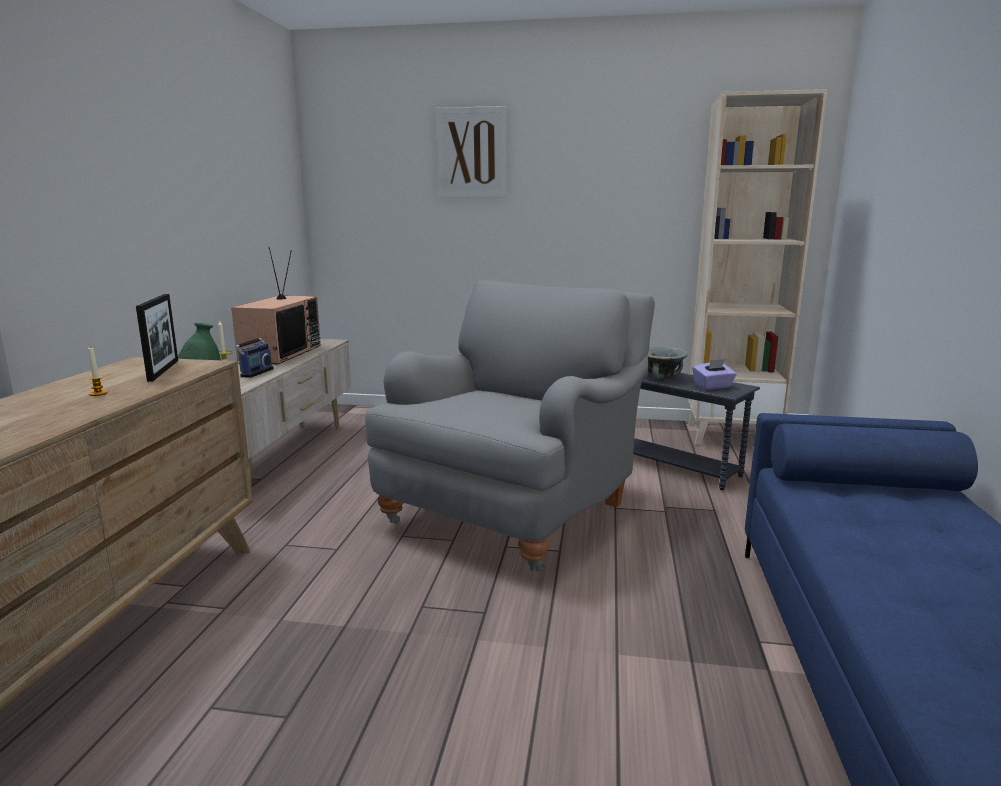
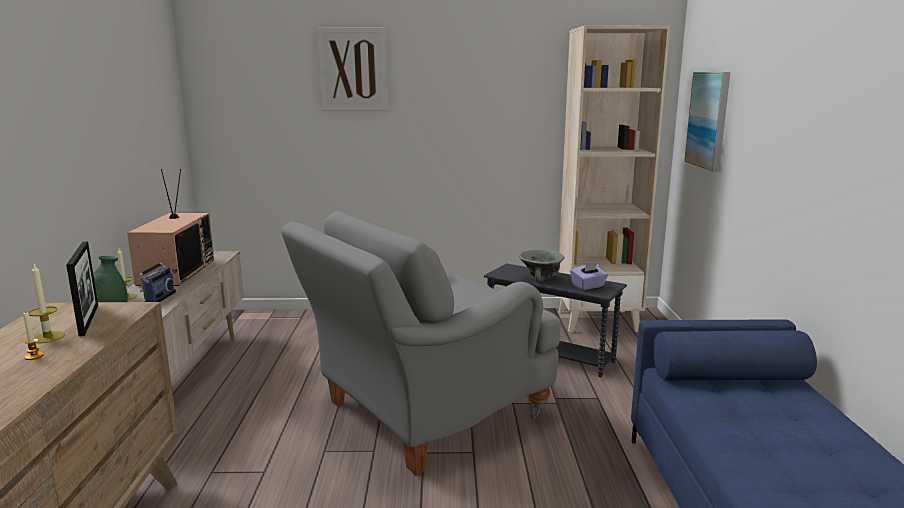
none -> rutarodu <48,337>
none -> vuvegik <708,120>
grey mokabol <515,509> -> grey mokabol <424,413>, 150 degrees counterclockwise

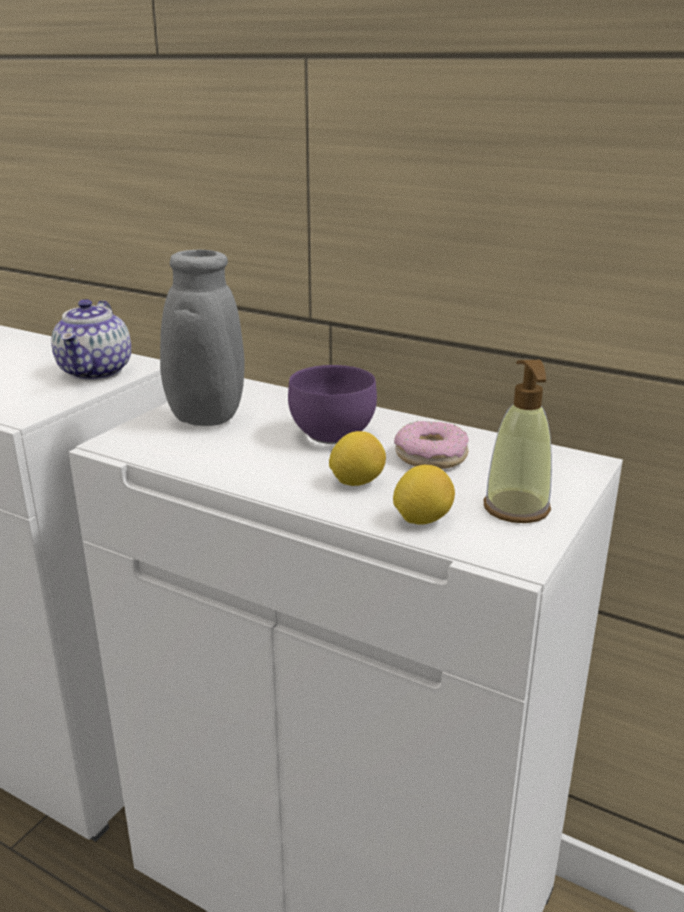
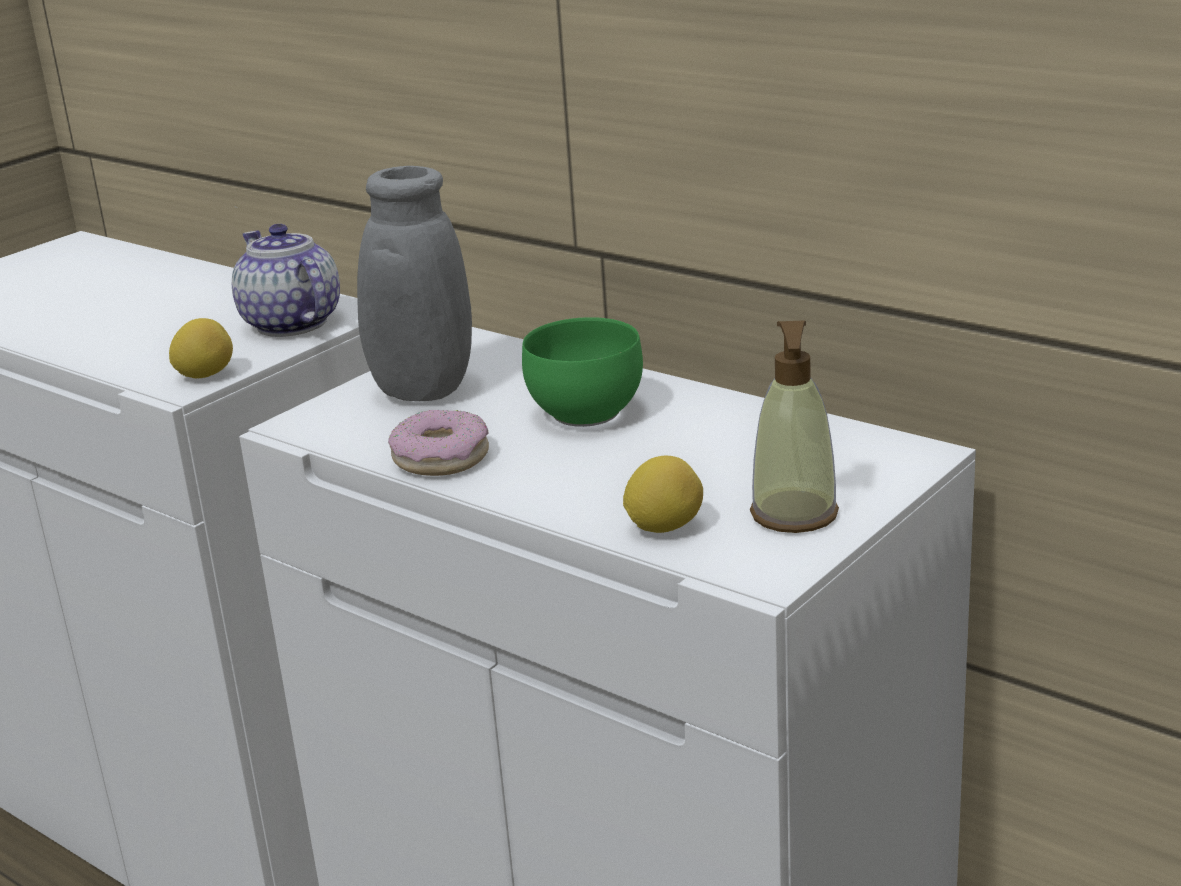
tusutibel <357,482> -> tusutibel <205,375>, relocated
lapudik <431,456> -> lapudik <441,458>, relocated
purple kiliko <331,433> -> green kiliko <585,411>
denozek <96,372> -> denozek <290,324>, 135 degrees clockwise

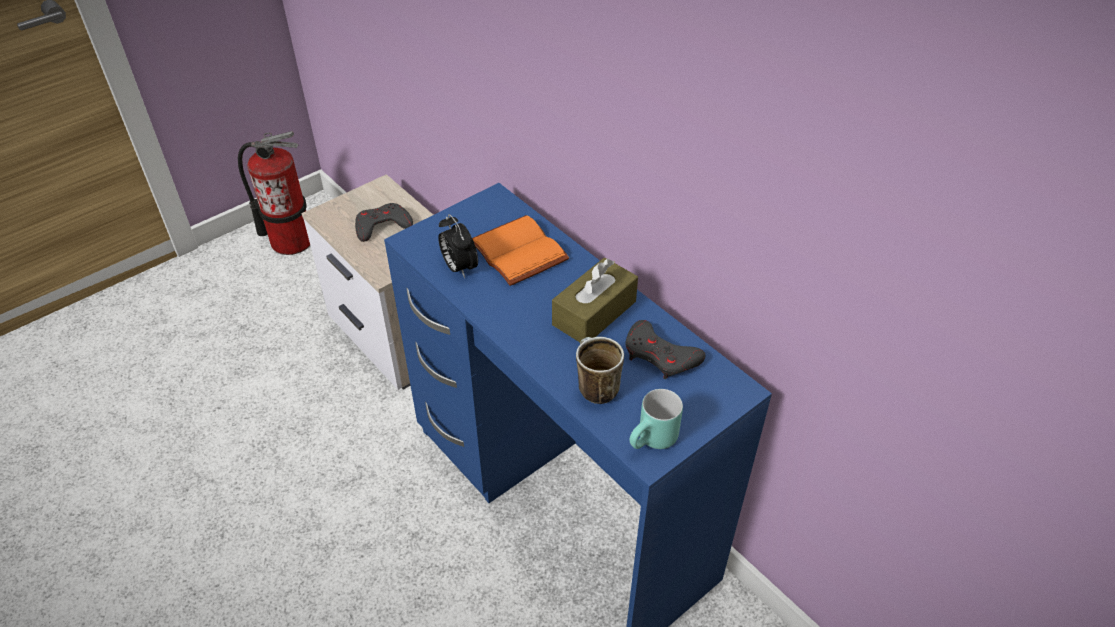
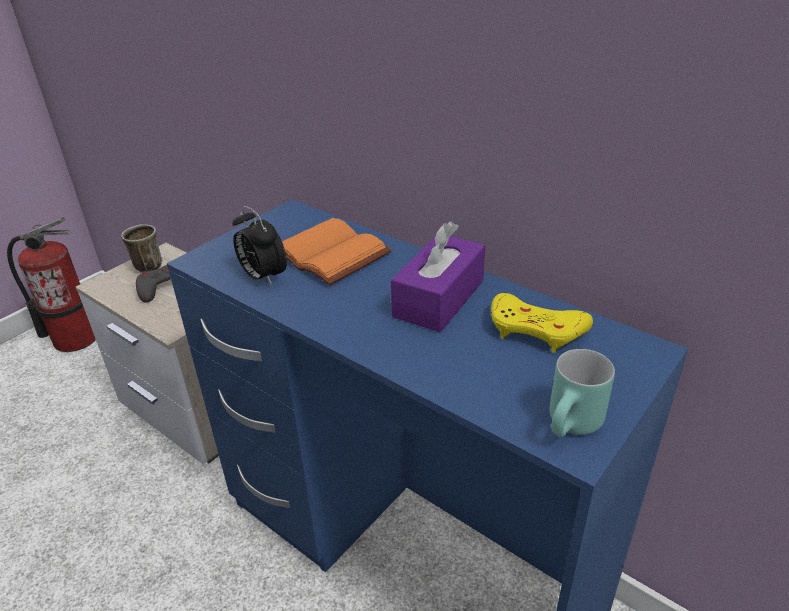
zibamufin <593,387> -> zibamufin <146,265>, relocated
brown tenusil <594,313> -> purple tenusil <439,298>
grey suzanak <660,355> -> yellow suzanak <536,329>

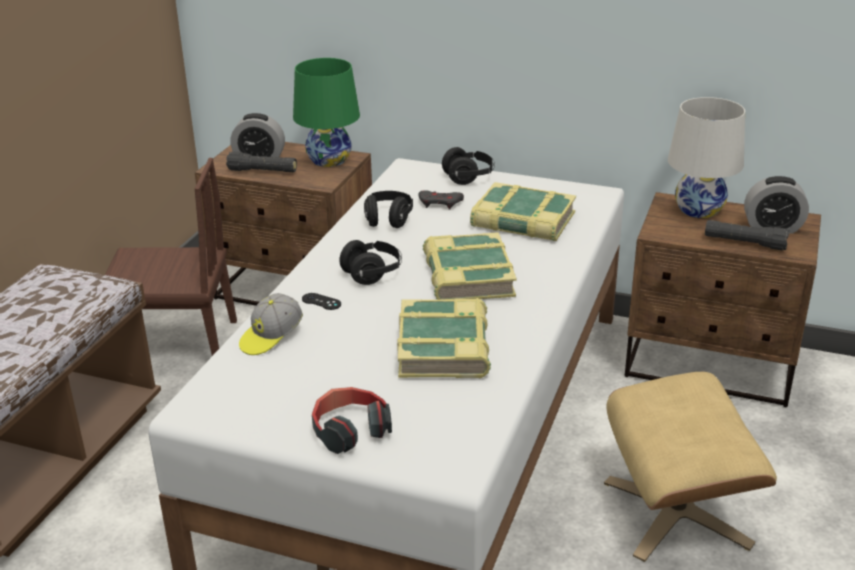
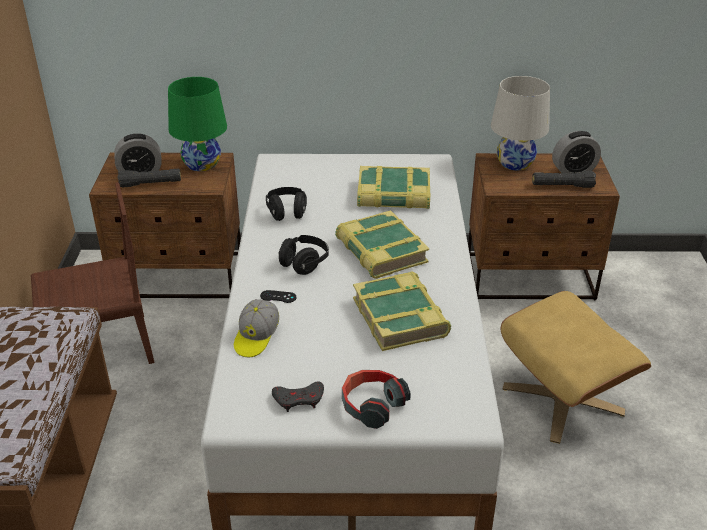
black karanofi <469,177> -> none
grey suzanak <440,203> -> grey suzanak <299,399>, relocated

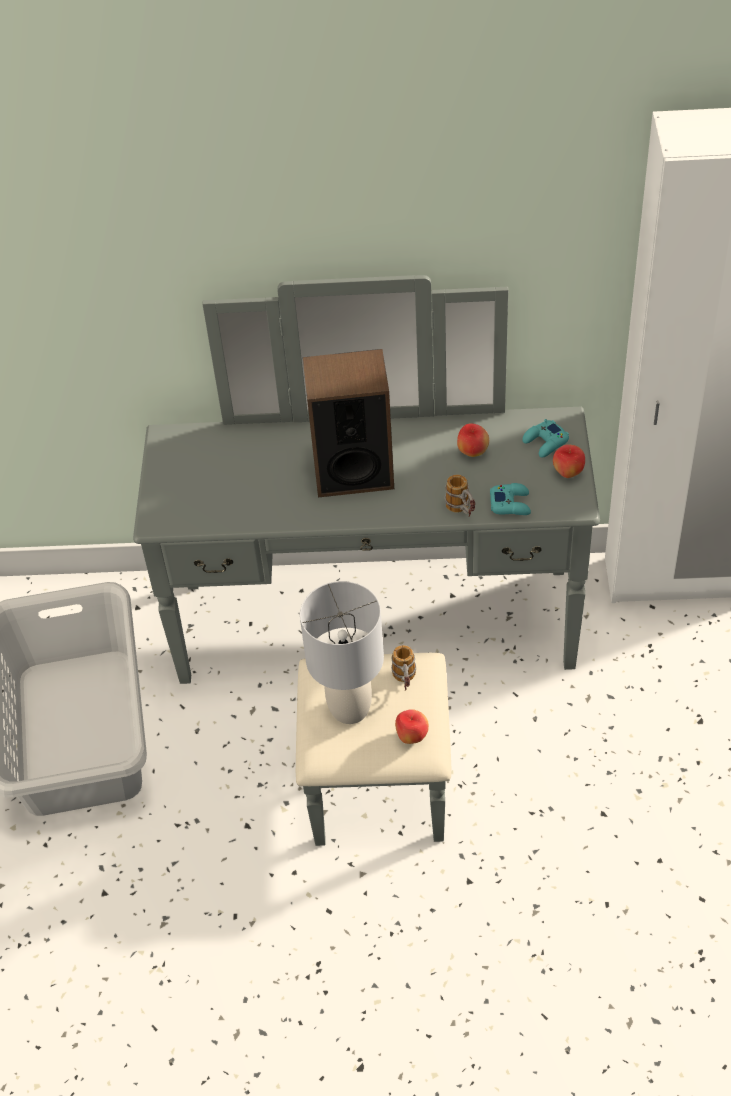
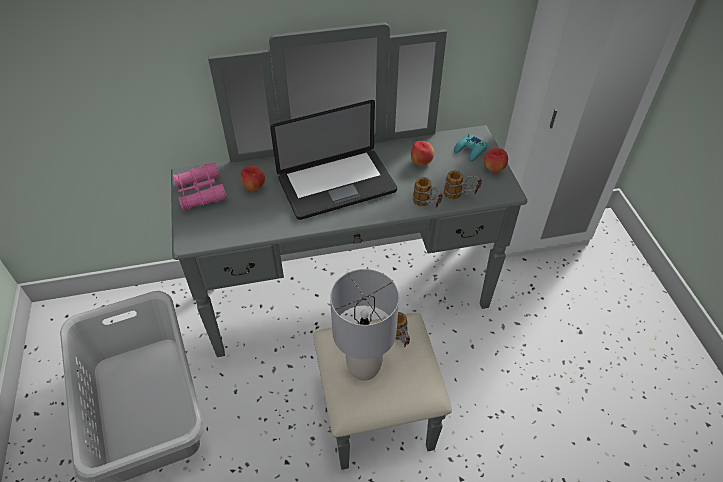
none -> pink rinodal <200,192>
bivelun <412,737> -> bivelun <254,188>, relocated
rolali <353,471> -> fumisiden <337,185>
turquoise suzanak <510,503> -> zibamufin <460,195>

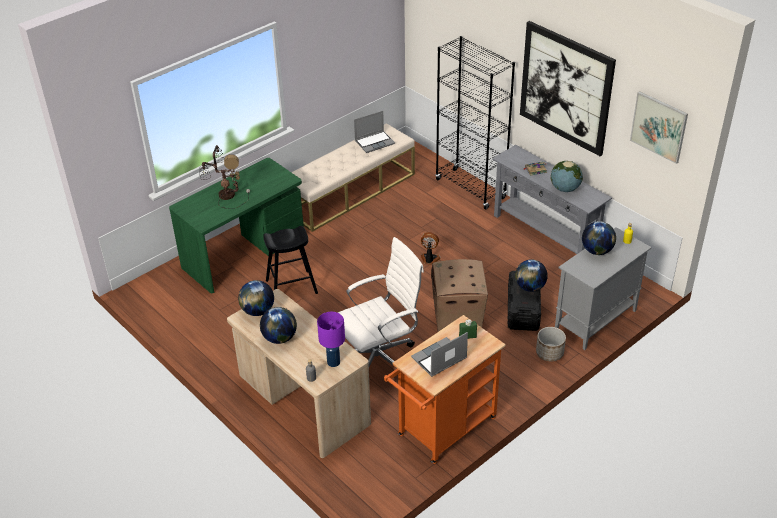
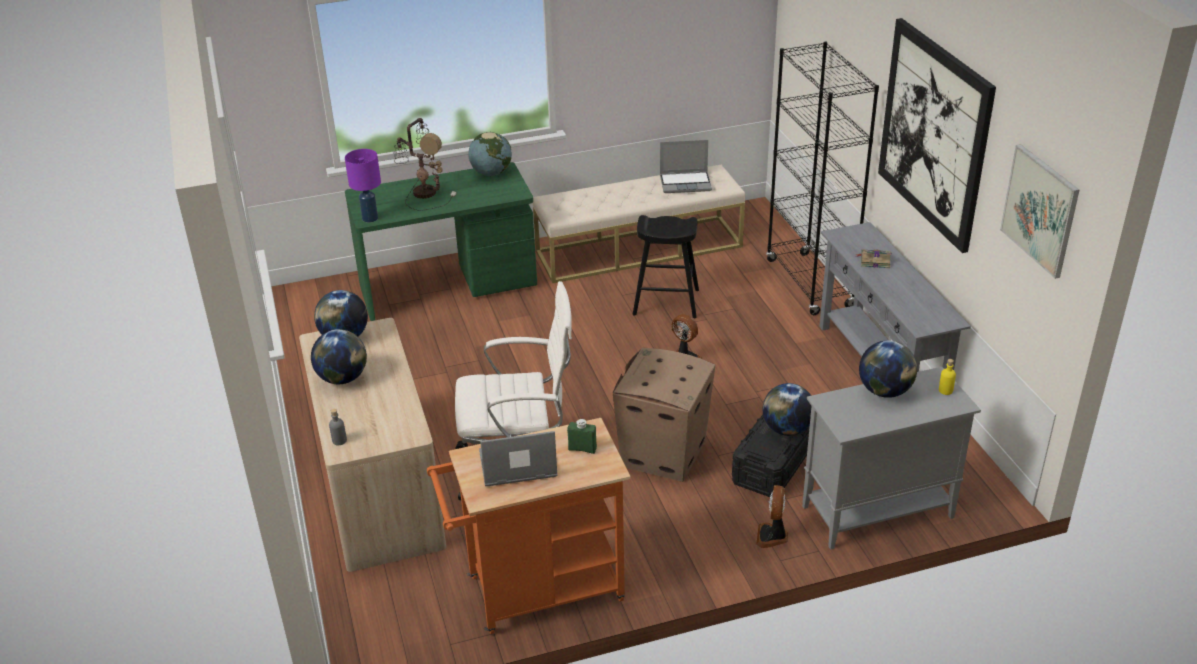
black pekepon <291,287> -> black pekepon <666,302>, relocated
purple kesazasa <334,362> -> purple kesazasa <370,218>, relocated
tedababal <565,189> -> tedababal <491,173>, relocated
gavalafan <550,353> -> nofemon <772,536>

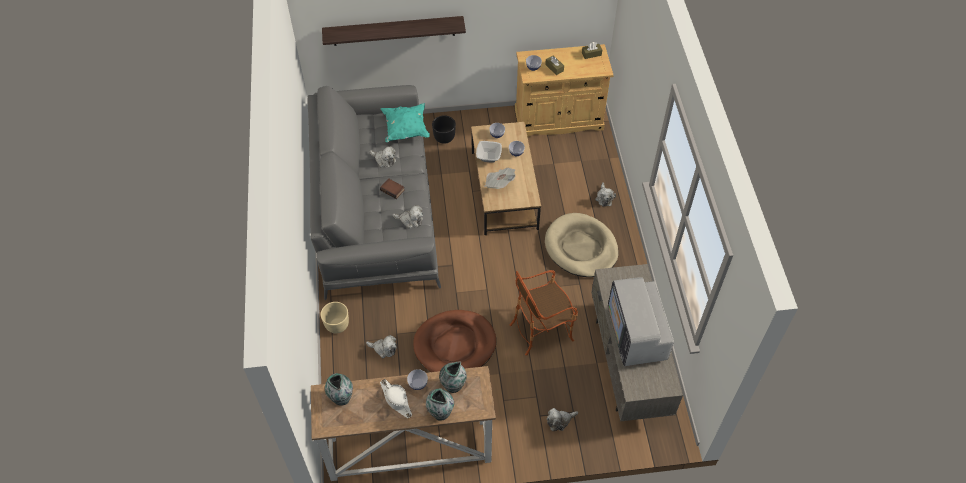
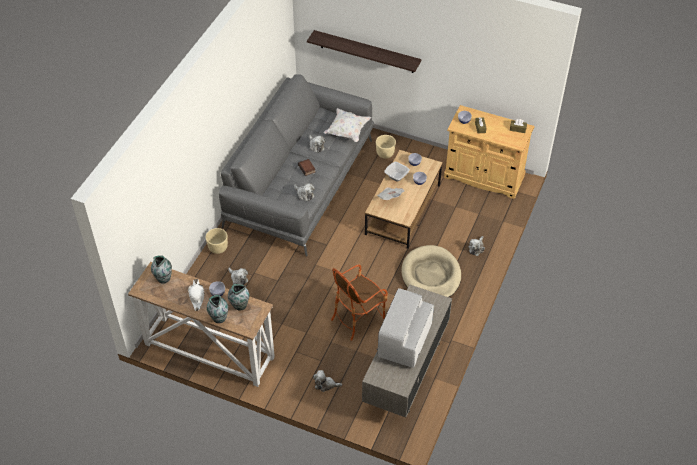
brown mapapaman <455,345> -> none
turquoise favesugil <406,129> -> white favesugil <347,131>
black gavalafan <444,138> -> beige gavalafan <385,154>
mokabol <541,330> -> mokabol <358,318>, 45 degrees counterclockwise

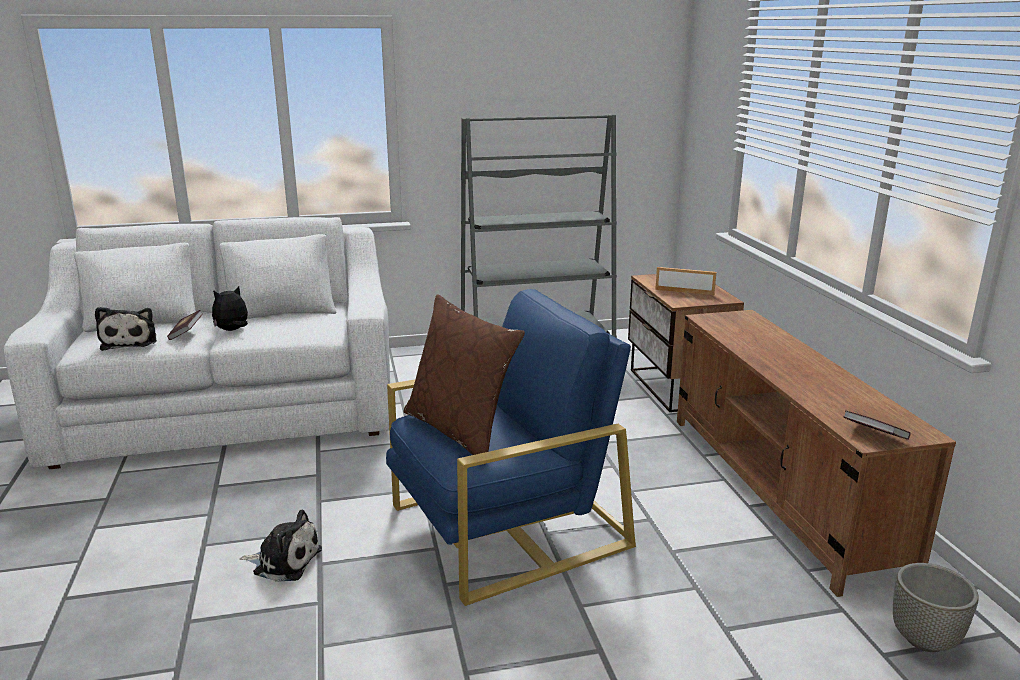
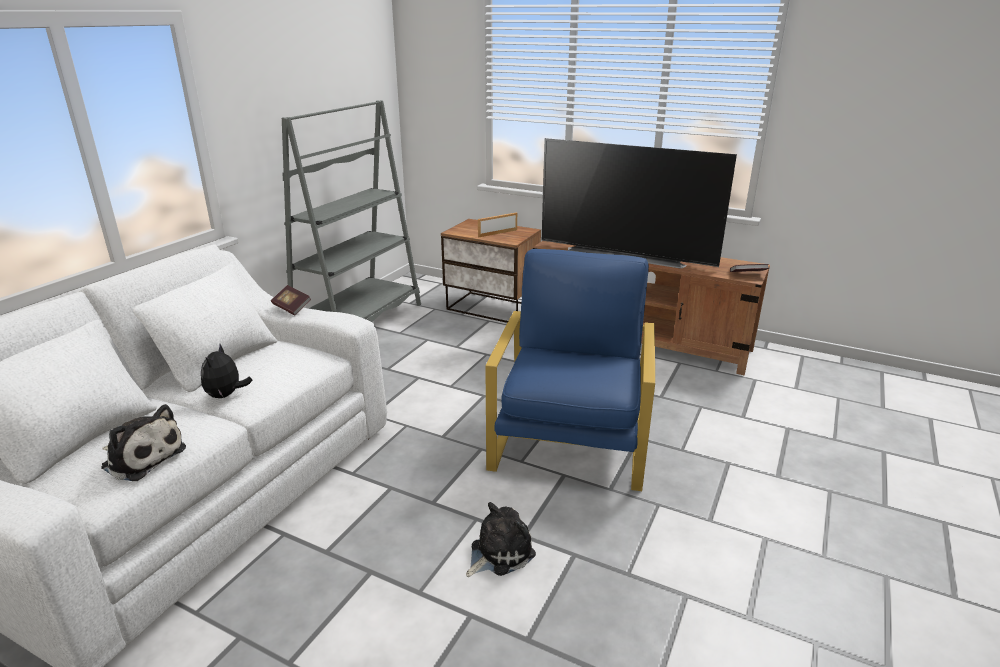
brown favesugil <461,430> -> none
grey gavalafan <925,640> -> none
none -> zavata <627,254>
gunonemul <186,333> -> gunonemul <292,308>, relocated

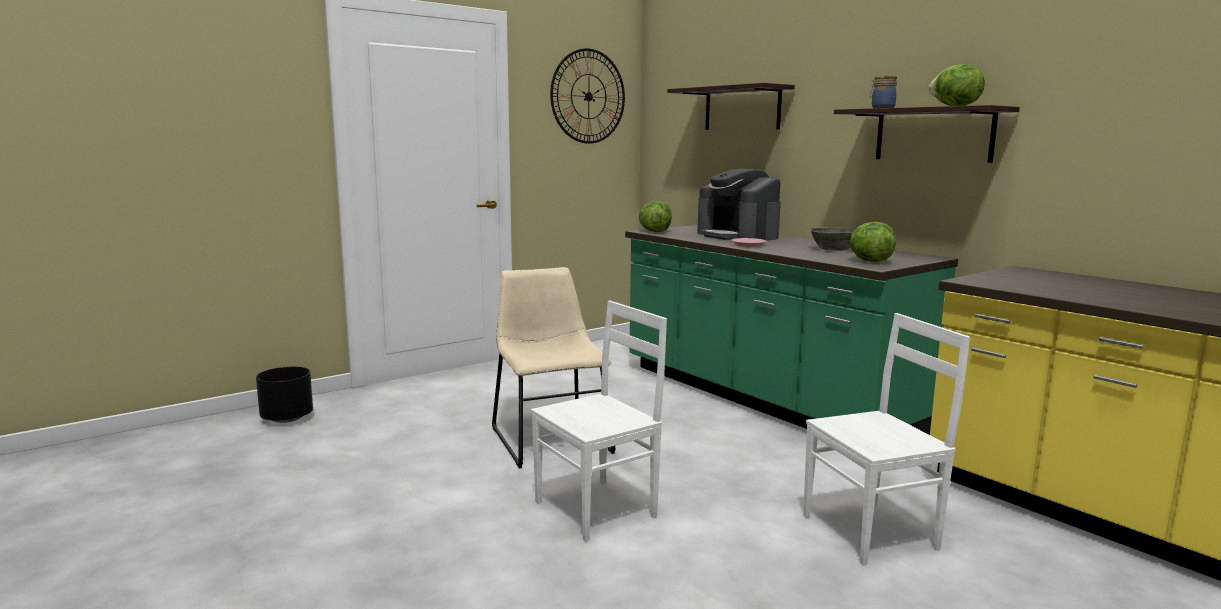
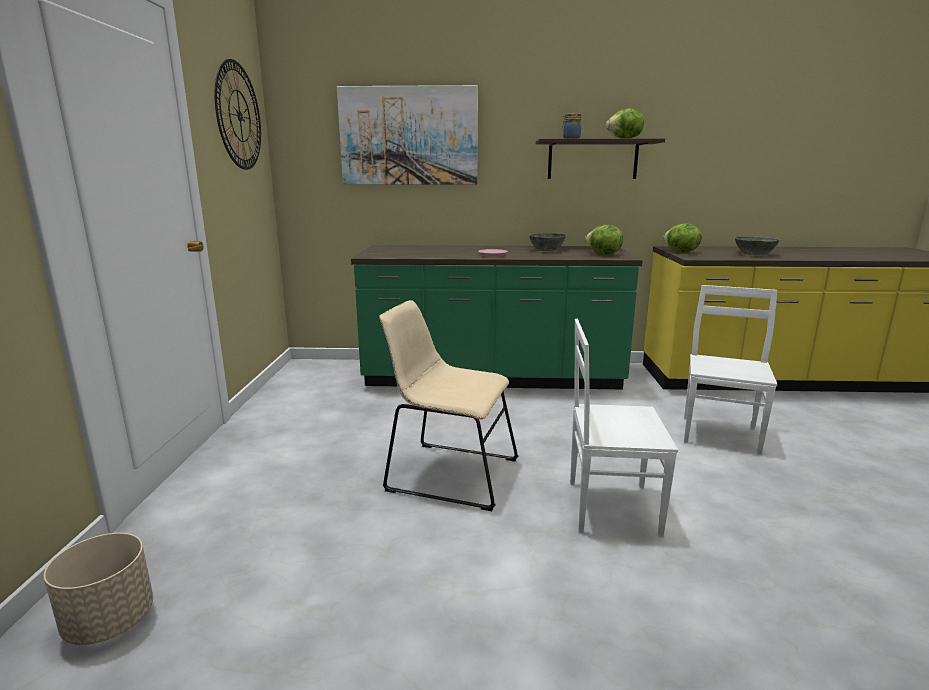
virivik <738,236> -> none
none -> grey kiliko <754,254>
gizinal <655,232> -> gizinal <680,252>, relocated
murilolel <742,109> -> vuvegik <409,136>
black gavalafan <287,418> -> beige gavalafan <110,621>
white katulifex <598,509> -> white katulifex <610,506>, 90 degrees counterclockwise

